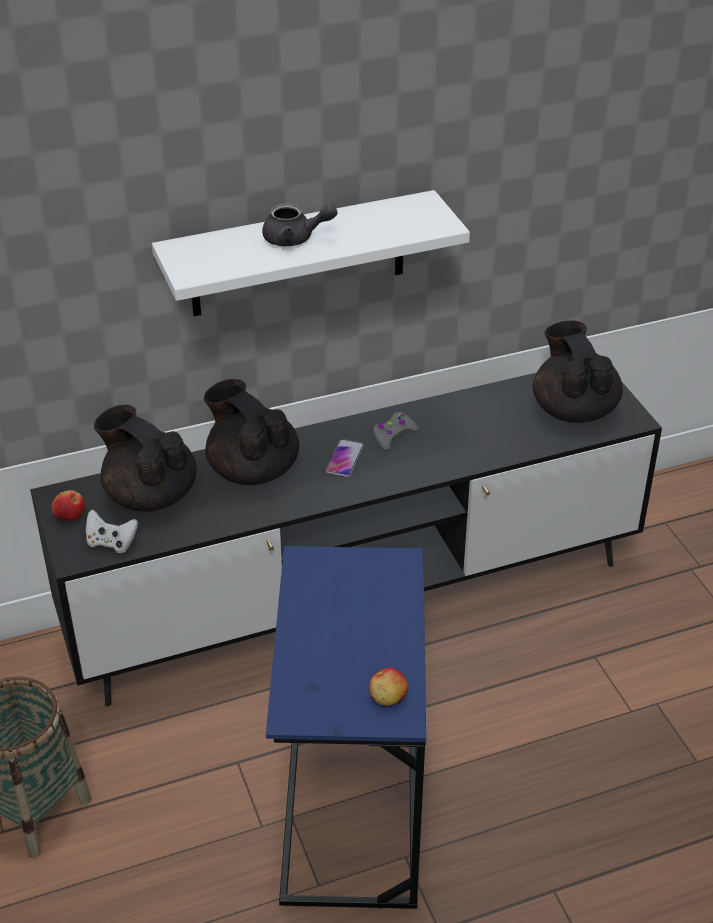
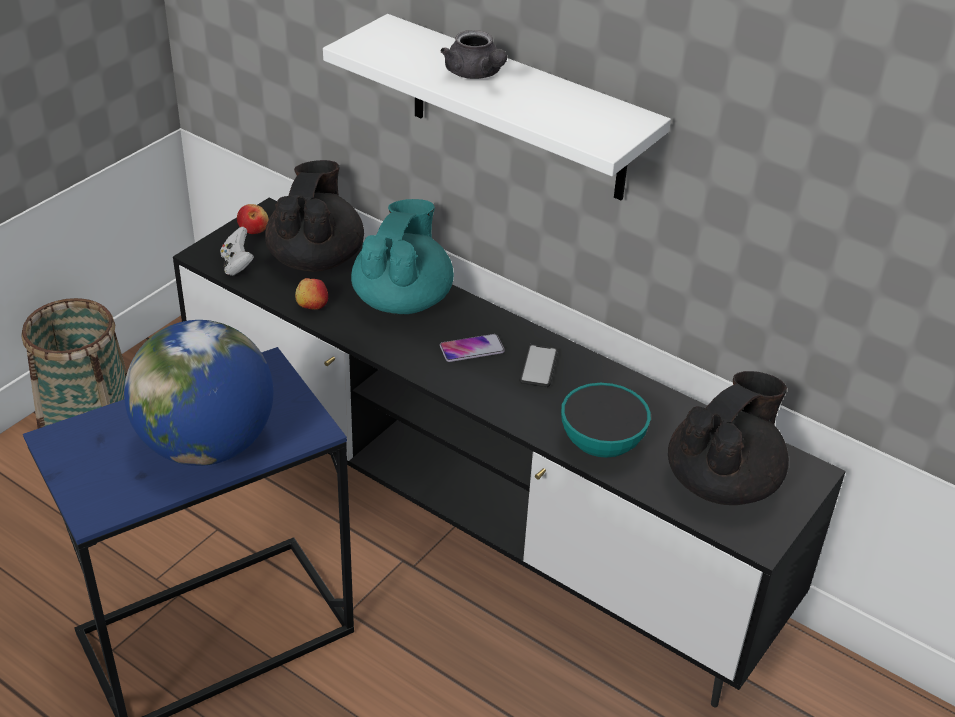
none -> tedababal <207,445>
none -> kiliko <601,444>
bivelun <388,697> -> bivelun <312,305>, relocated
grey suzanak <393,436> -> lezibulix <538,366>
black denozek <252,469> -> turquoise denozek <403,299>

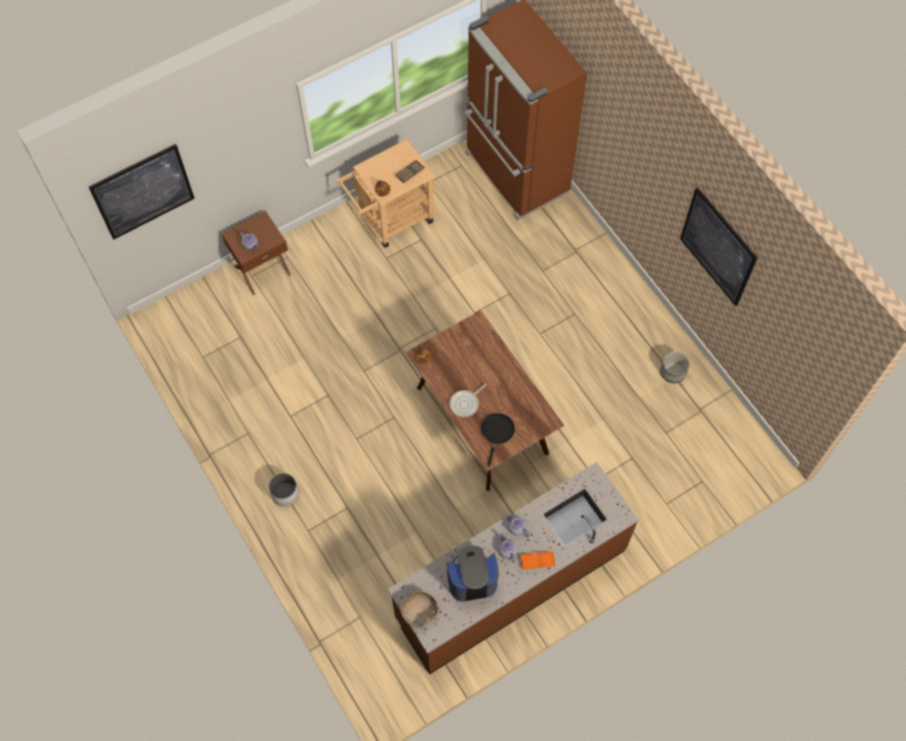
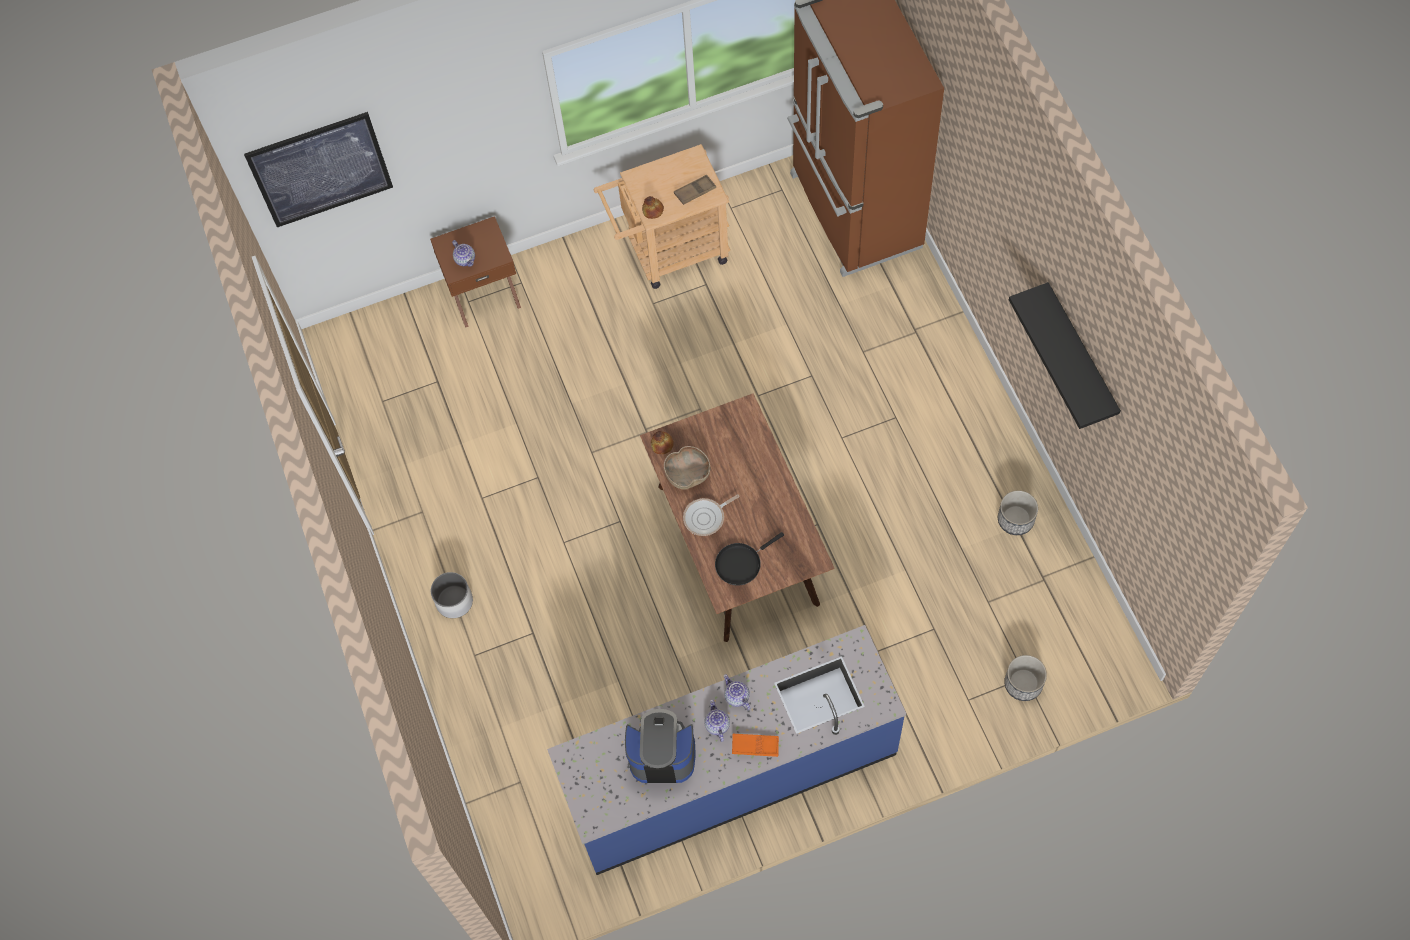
none -> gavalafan <1023,684>
brown kiliko <419,612> -> brown kiliko <687,474>, relocated
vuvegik <718,247> -> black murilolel <1081,354>
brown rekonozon <510,583> -> blue rekonozon <730,772>
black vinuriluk <497,432> -> black vinuriluk <741,563>, 150 degrees counterclockwise

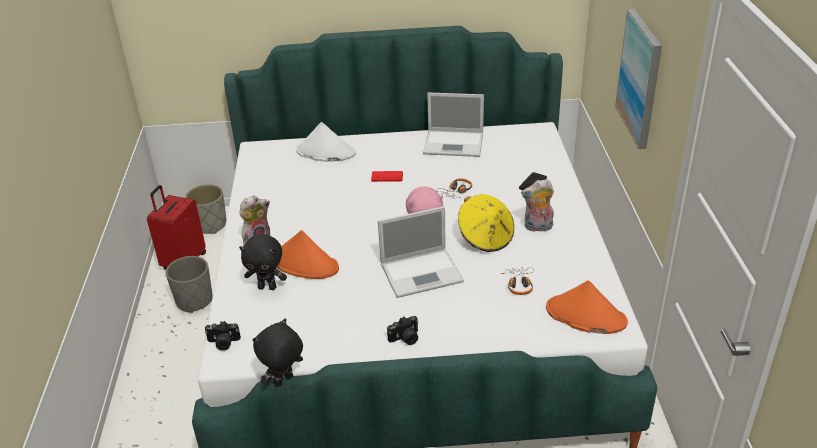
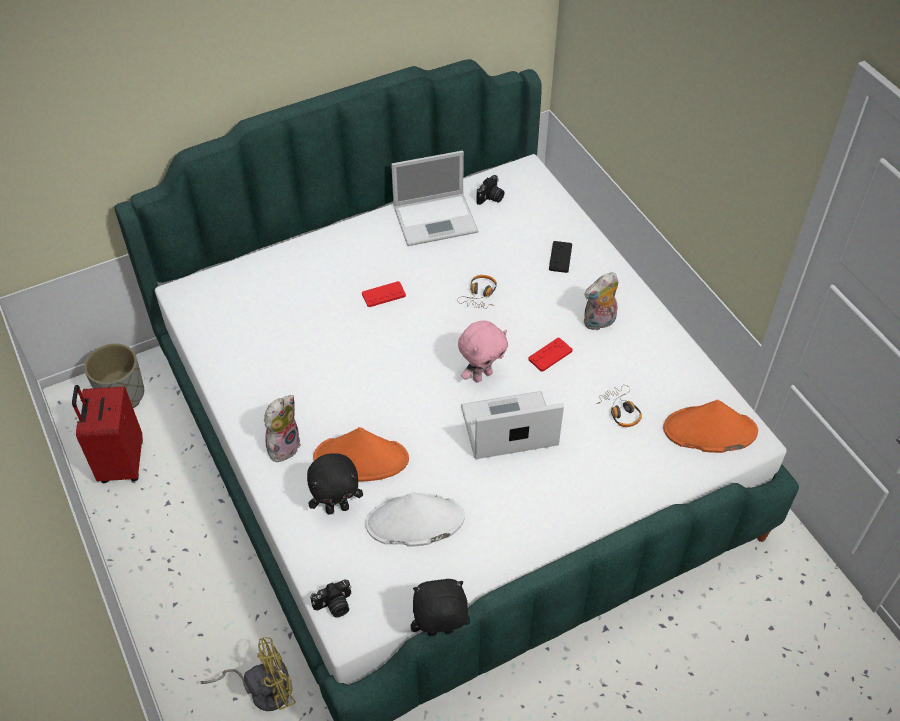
grey gavalafan <194,300> -> none
vuvegik <640,78> -> none
none -> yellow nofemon <263,690>
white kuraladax <325,152> -> white kuraladax <414,521>, relocated
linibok <405,339> -> linibok <491,198>, relocated
yellow kuraladax <485,238> -> red suzanak <550,355>
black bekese <284,381> -> black bekese <440,633>, 60 degrees clockwise
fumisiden <423,272> -> fumisiden <507,427>, 150 degrees counterclockwise

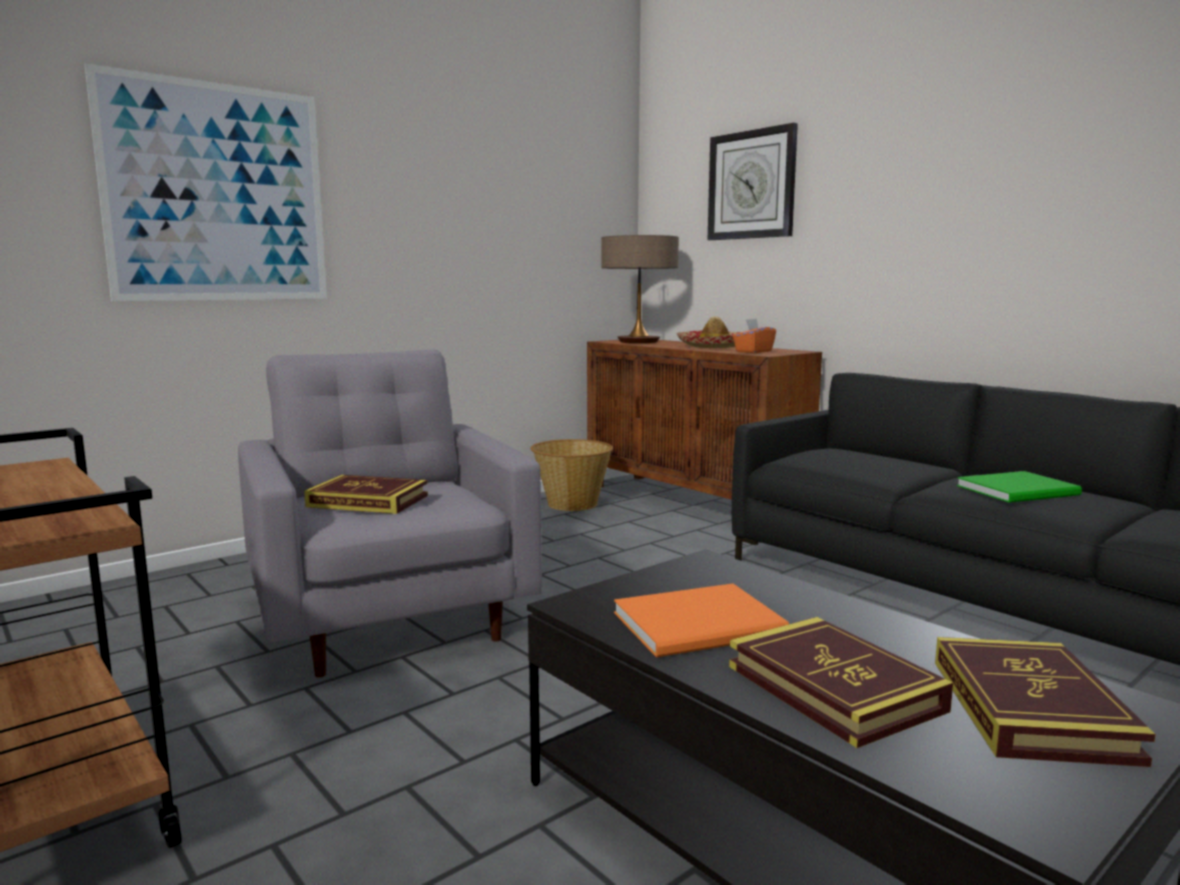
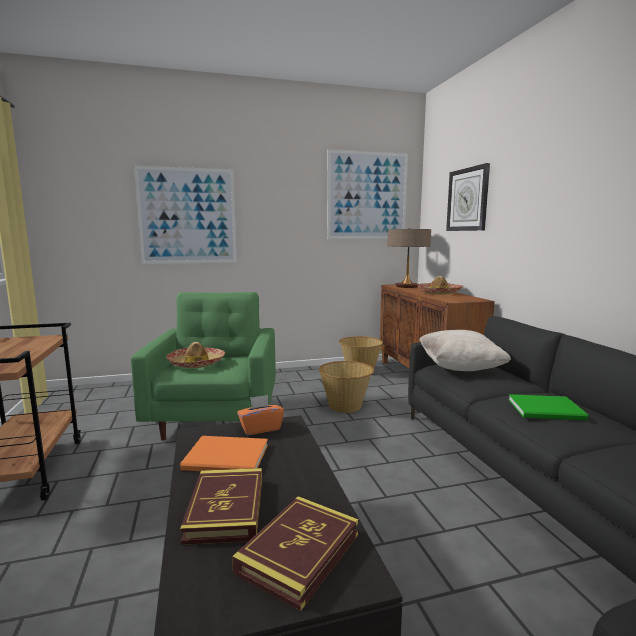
none -> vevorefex <345,405>
none -> vuvegik <367,196>
none -> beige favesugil <460,368>
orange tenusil <753,352> -> orange tenusil <260,428>, relocated
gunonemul <368,501> -> kuraladax <196,363>
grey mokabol <390,617> -> green mokabol <216,418>

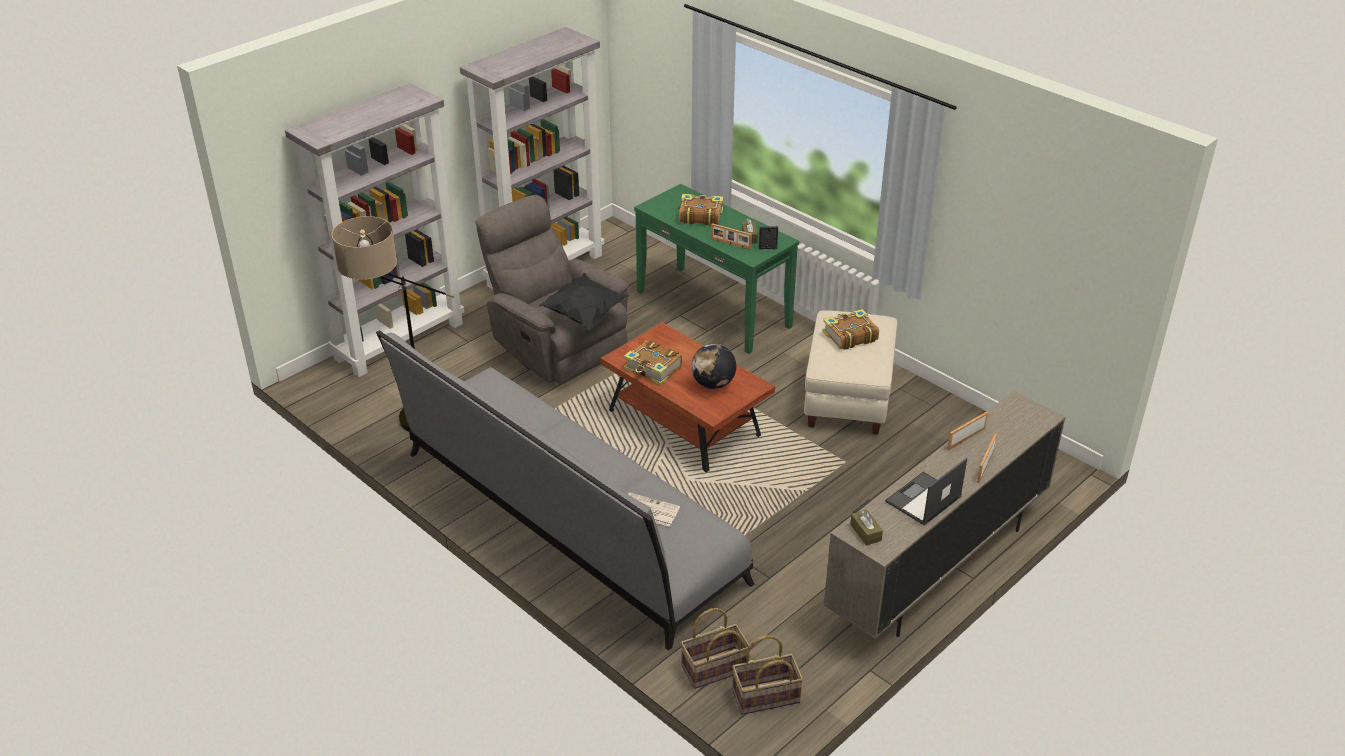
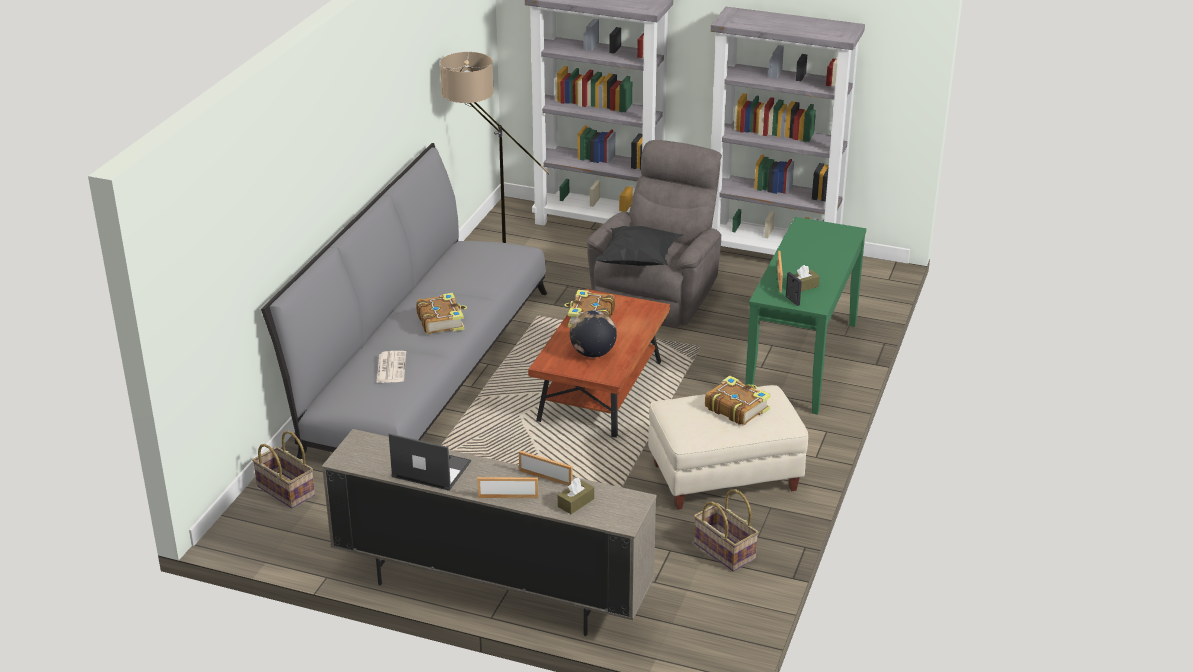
gunonemul <700,216> -> gunonemul <441,321>, relocated
vevorefex <766,697> -> vevorefex <723,551>, relocated
brown tenusil <865,532> -> brown tenusil <576,503>, relocated

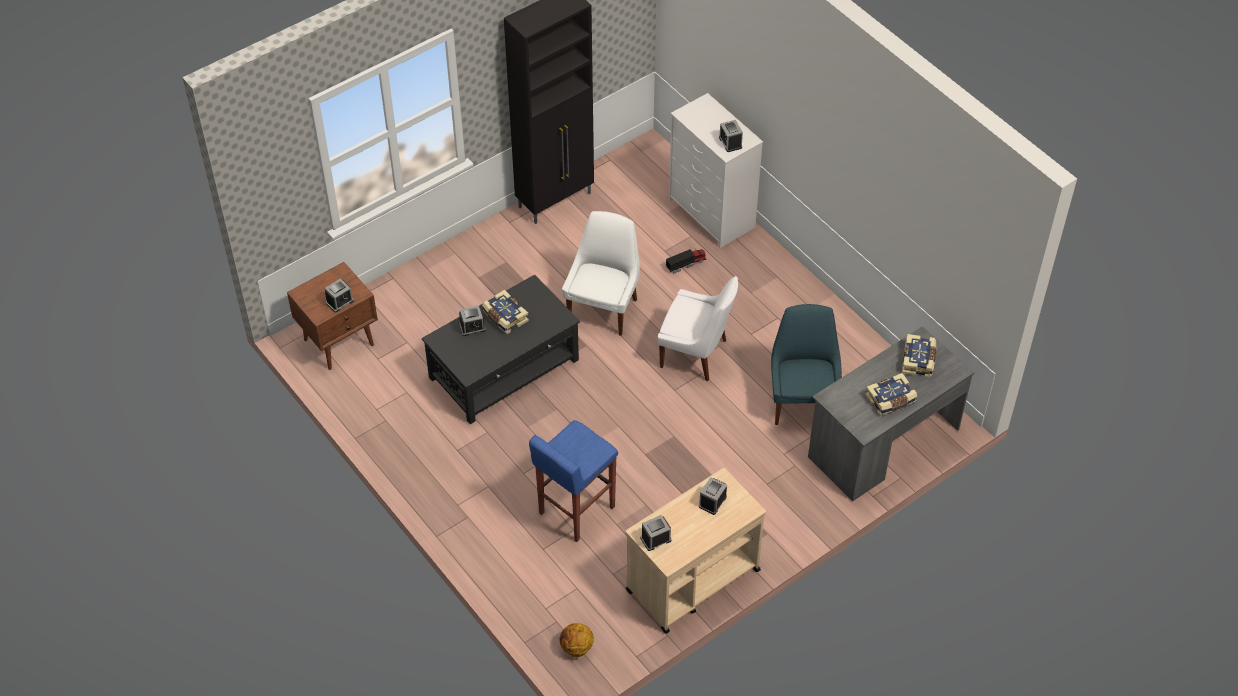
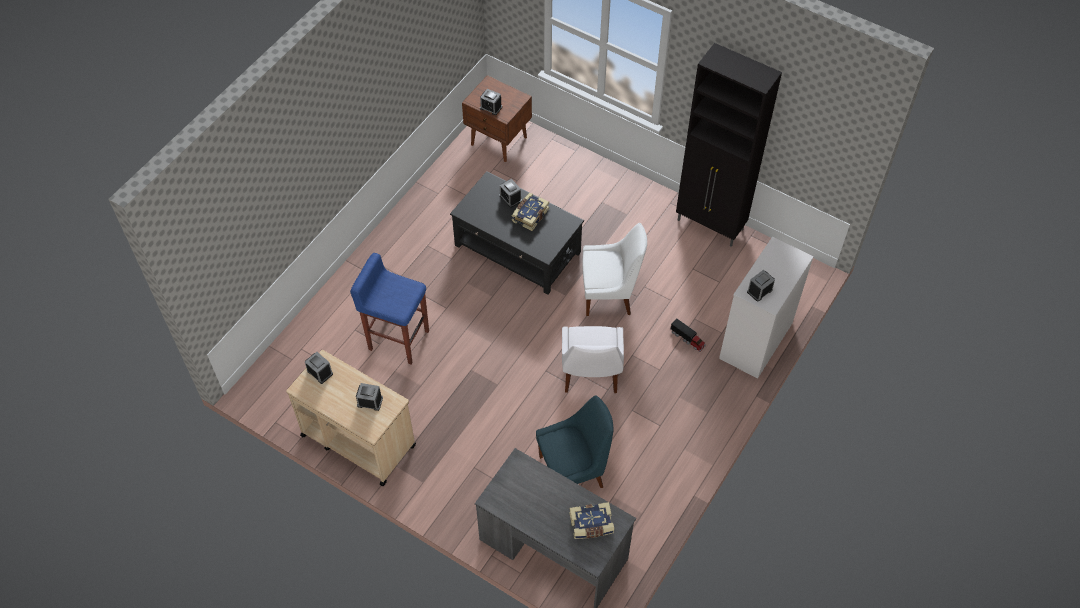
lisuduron <576,648> -> none
gunonemul <890,400> -> none

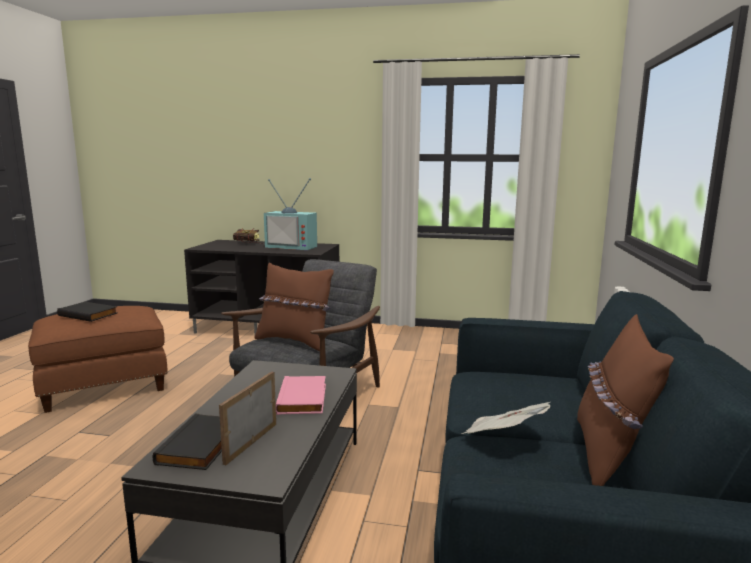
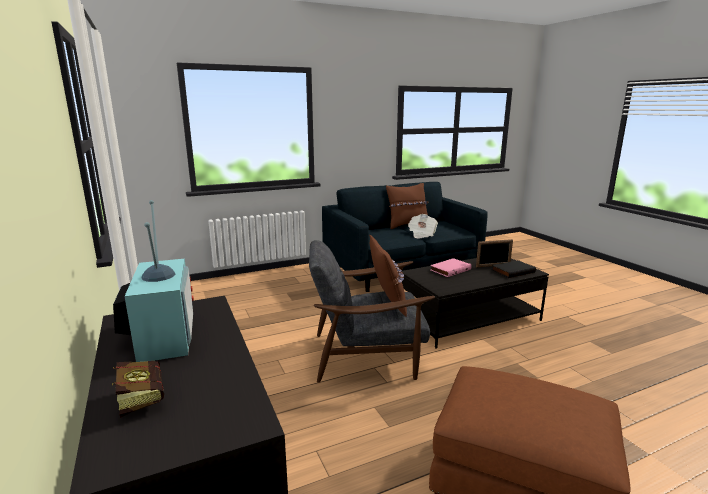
black gunonemul <89,314> -> none

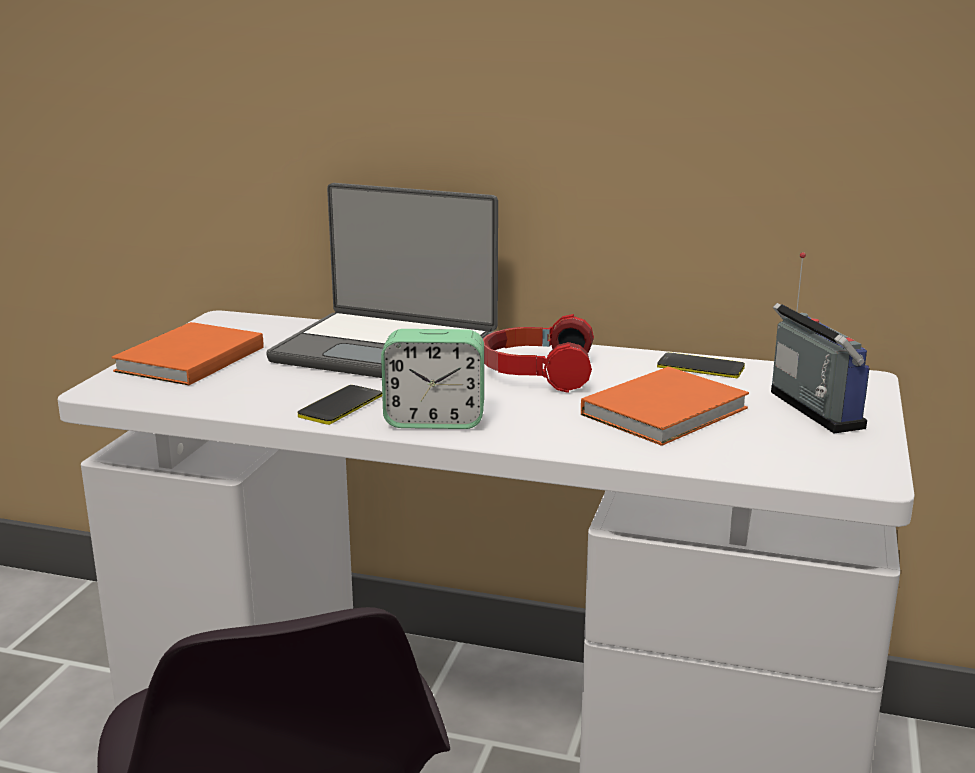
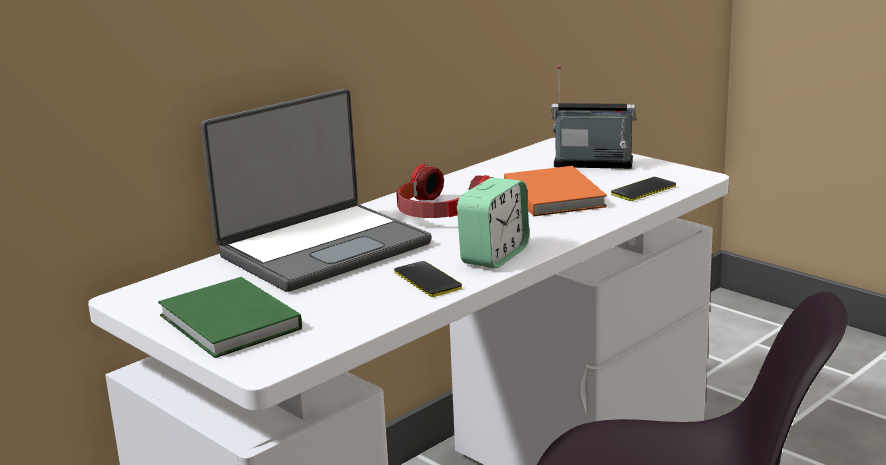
lezibulix <700,367> -> lezibulix <643,190>, relocated
orange gunonemul <186,360> -> green gunonemul <229,324>

